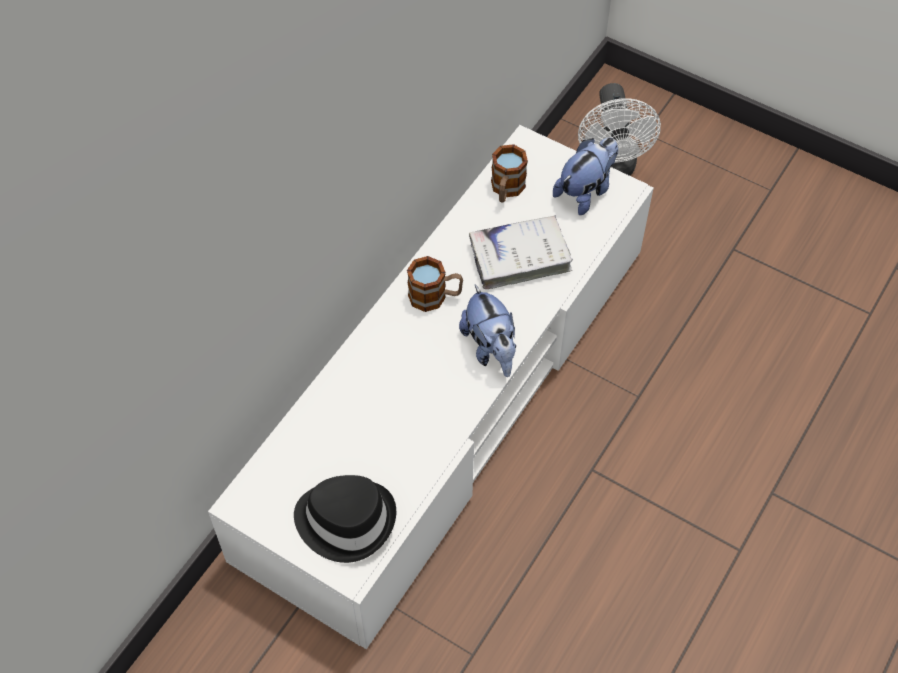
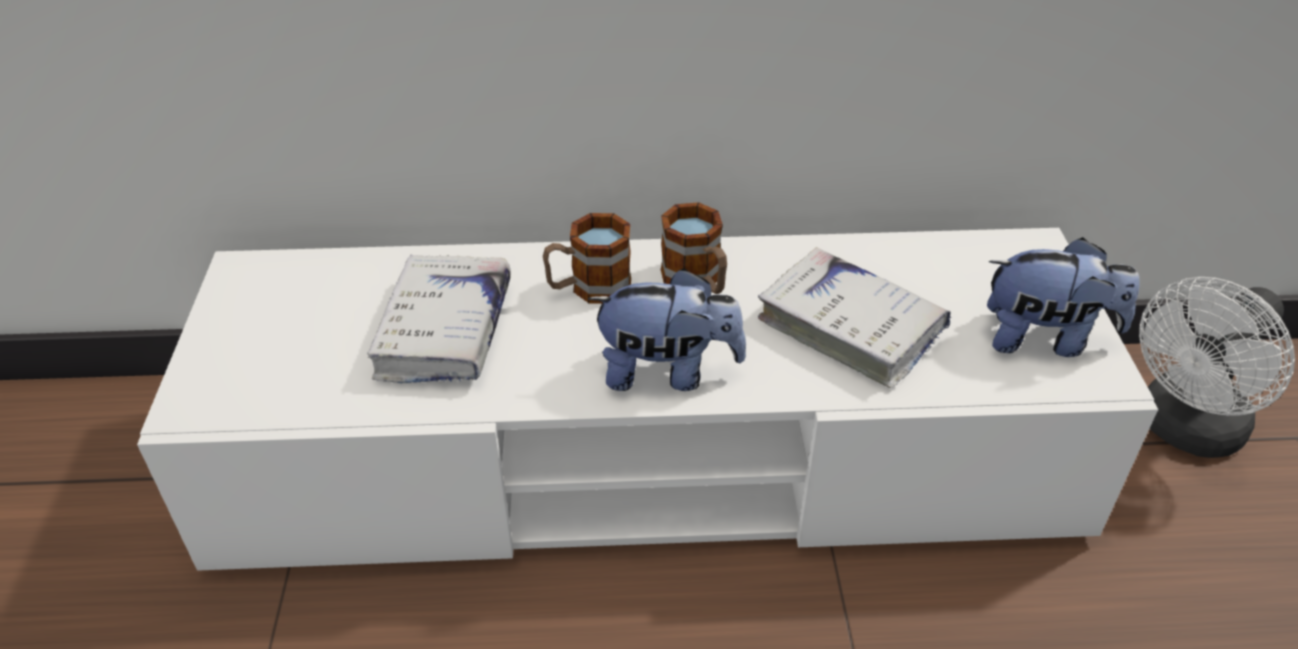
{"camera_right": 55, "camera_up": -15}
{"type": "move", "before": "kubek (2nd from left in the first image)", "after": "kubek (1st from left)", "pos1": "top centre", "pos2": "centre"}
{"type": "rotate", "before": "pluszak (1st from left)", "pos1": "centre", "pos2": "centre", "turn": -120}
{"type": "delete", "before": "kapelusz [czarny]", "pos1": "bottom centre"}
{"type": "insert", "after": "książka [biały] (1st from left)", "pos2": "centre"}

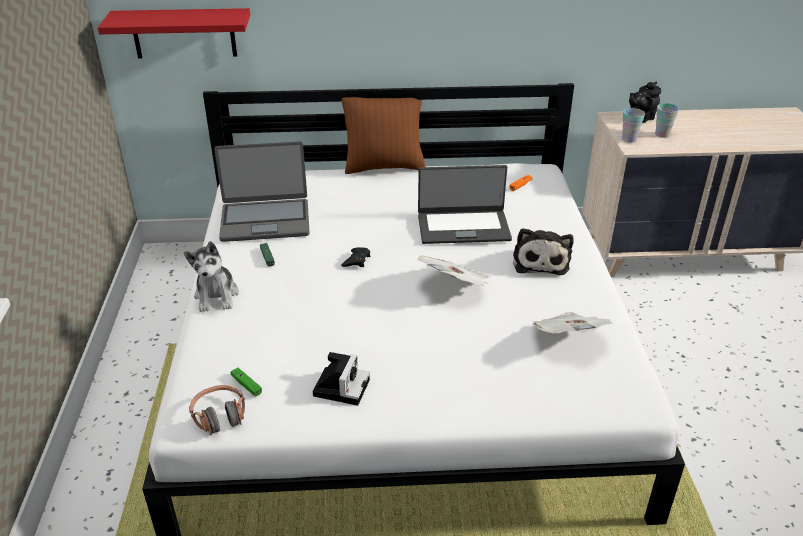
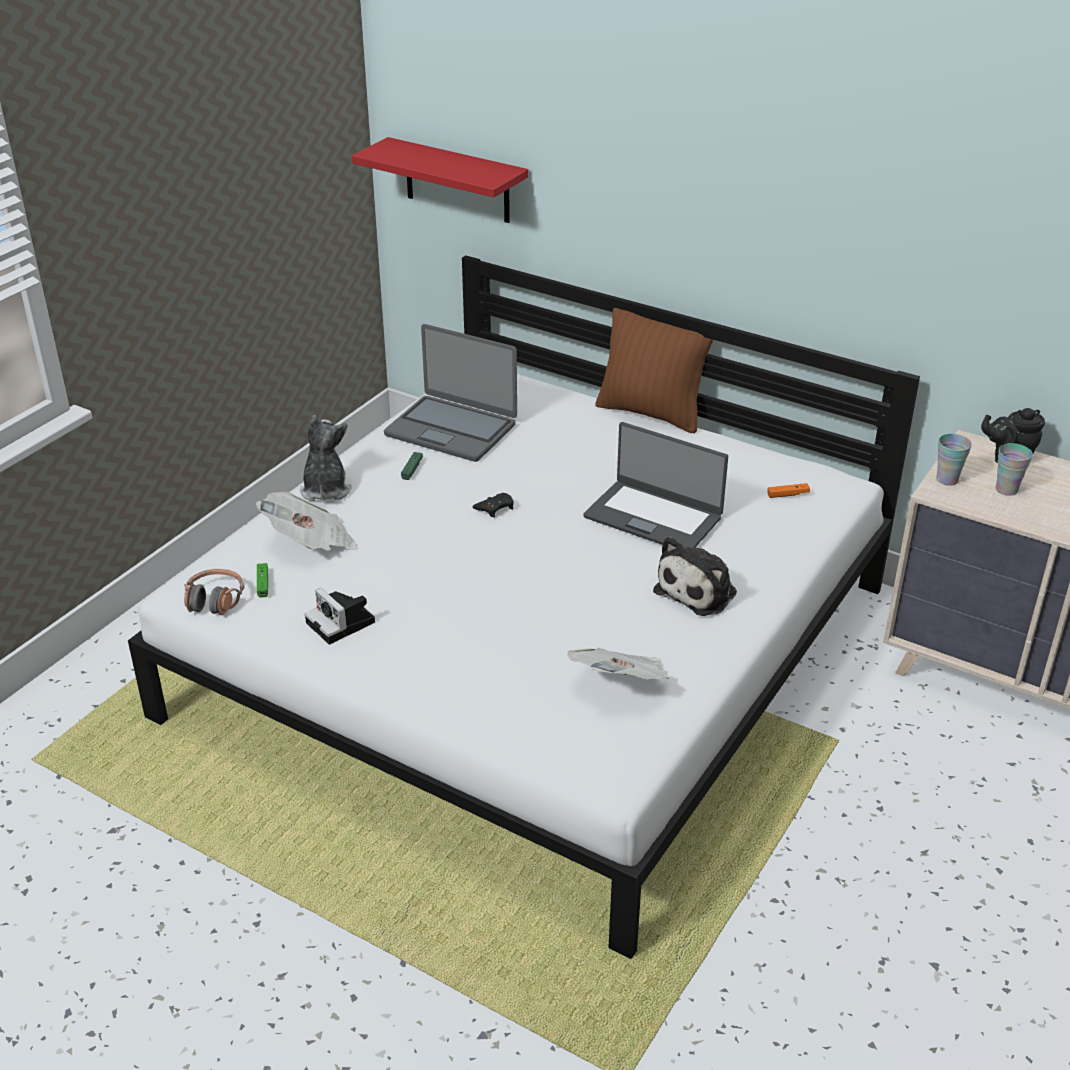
{"camera_right": 35, "camera_up": 0}
{"type": "rotate", "before": "pluszak (1st from left)", "pos1": "middle left", "pos2": "middle left", "turn": 150}
{"type": "move", "before": "gazeta (1st from left)", "pos1": "centre", "pos2": "middle left"}
{"type": "rotate", "before": "aparat fotograficzny", "pos1": "bottom centre", "pos2": "middle left", "turn": 90}

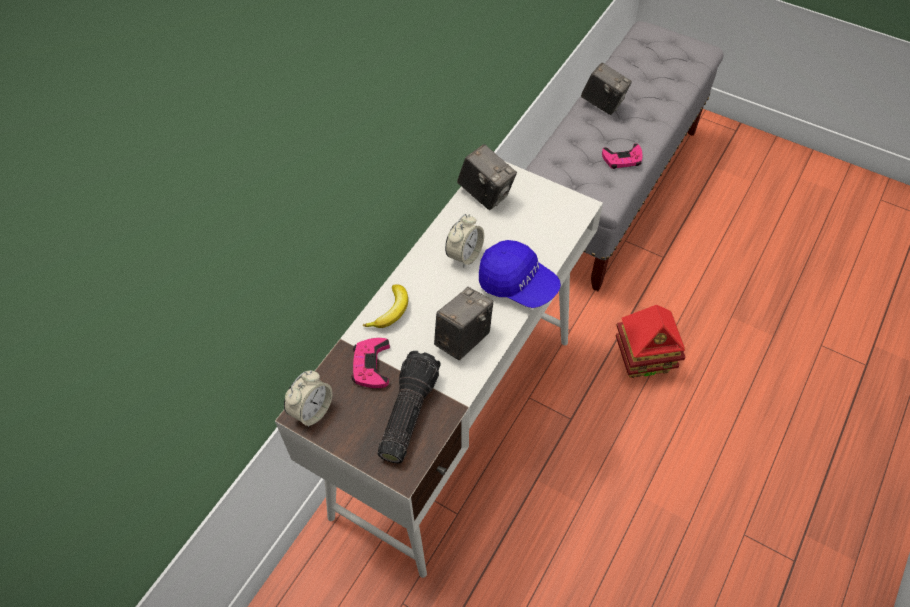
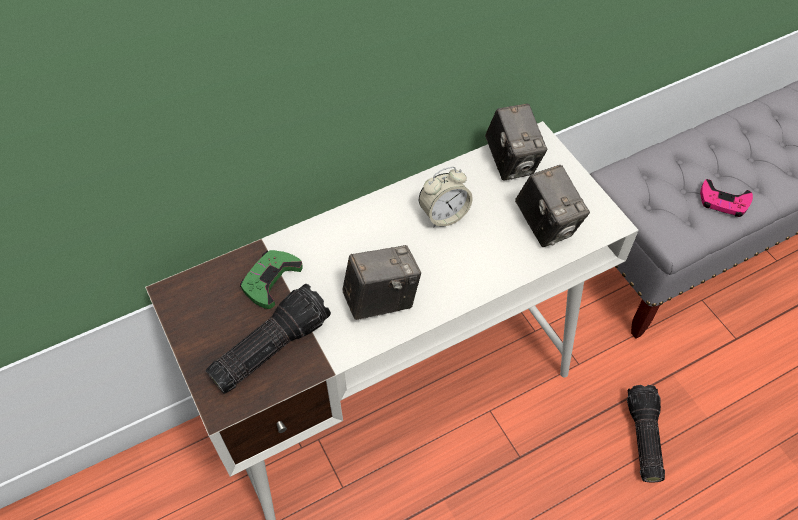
{"camera_right": 30, "camera_up": 0}
{"type": "move", "before": "aparat fotograficzny (3rd from left)", "pos1": "top centre", "pos2": "middle right"}
{"type": "delete", "before": "czapka z daszkiem [niebieski]", "pos1": "centre"}
{"type": "delete", "before": "banan", "pos1": "centre"}
{"type": "replace", "before": "domek", "after": "latarka (2nd from left)", "pos1": "middle right", "pos2": "bottom right"}
{"type": "recolor", "before": "pad do gier [różowy] (1st from left)", "after": "pad do gier [zielony]", "pos1": "centre", "pos2": "centre"}
{"type": "delete", "before": "budzik (1st from left)", "pos1": "centre"}

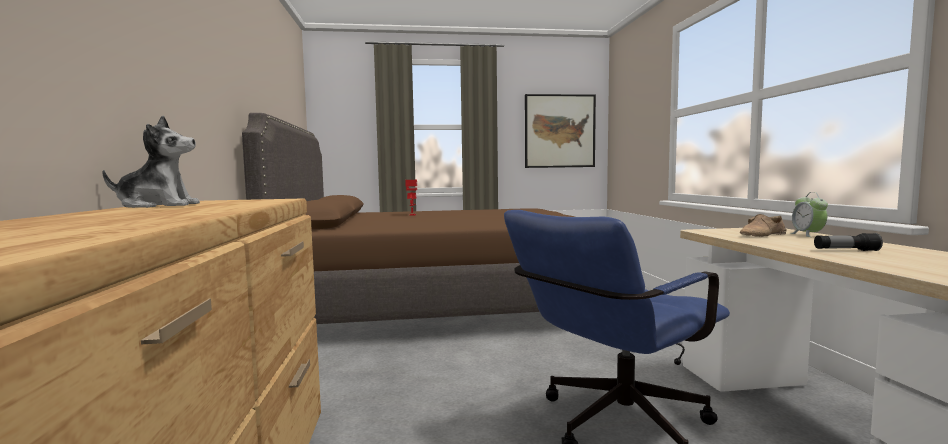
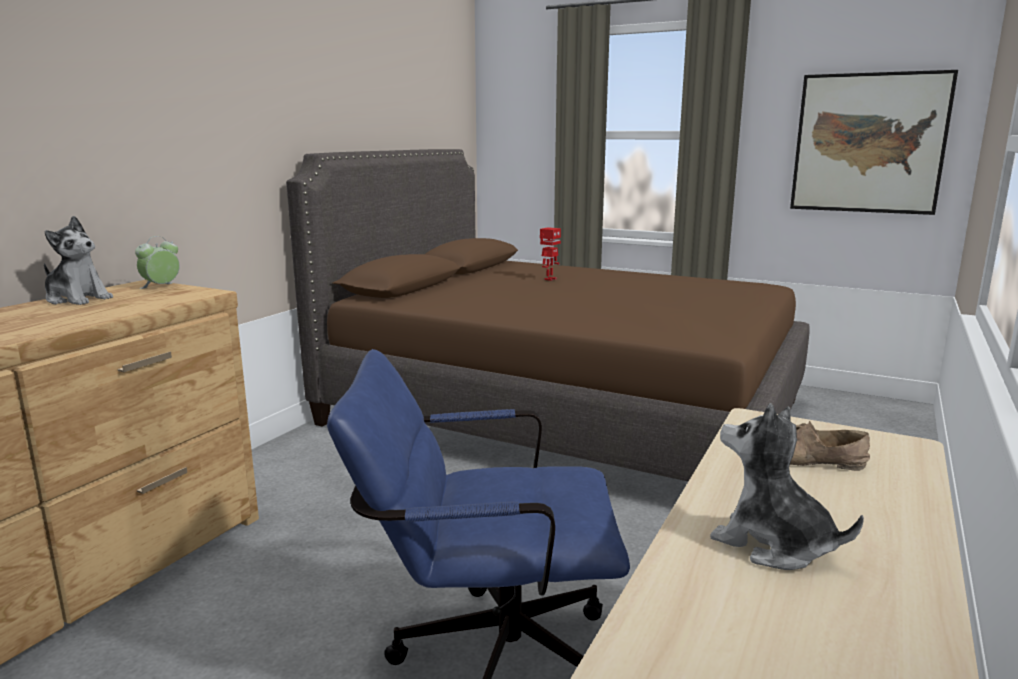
{"camera_right": 35, "camera_up": 10}
{"type": "move", "before": "budzik", "pos1": "middle right", "pos2": "middle left"}
{"type": "replace", "before": "latarka", "after": "pluszak (2nd from left)", "pos1": "middle right", "pos2": "bottom right"}

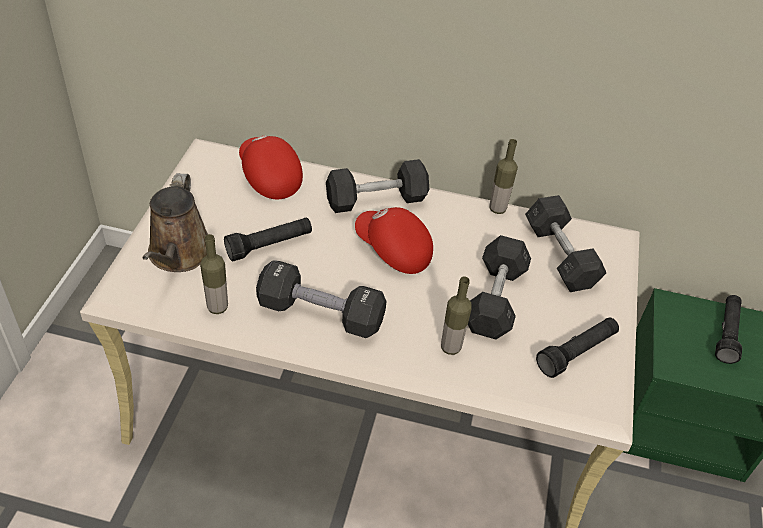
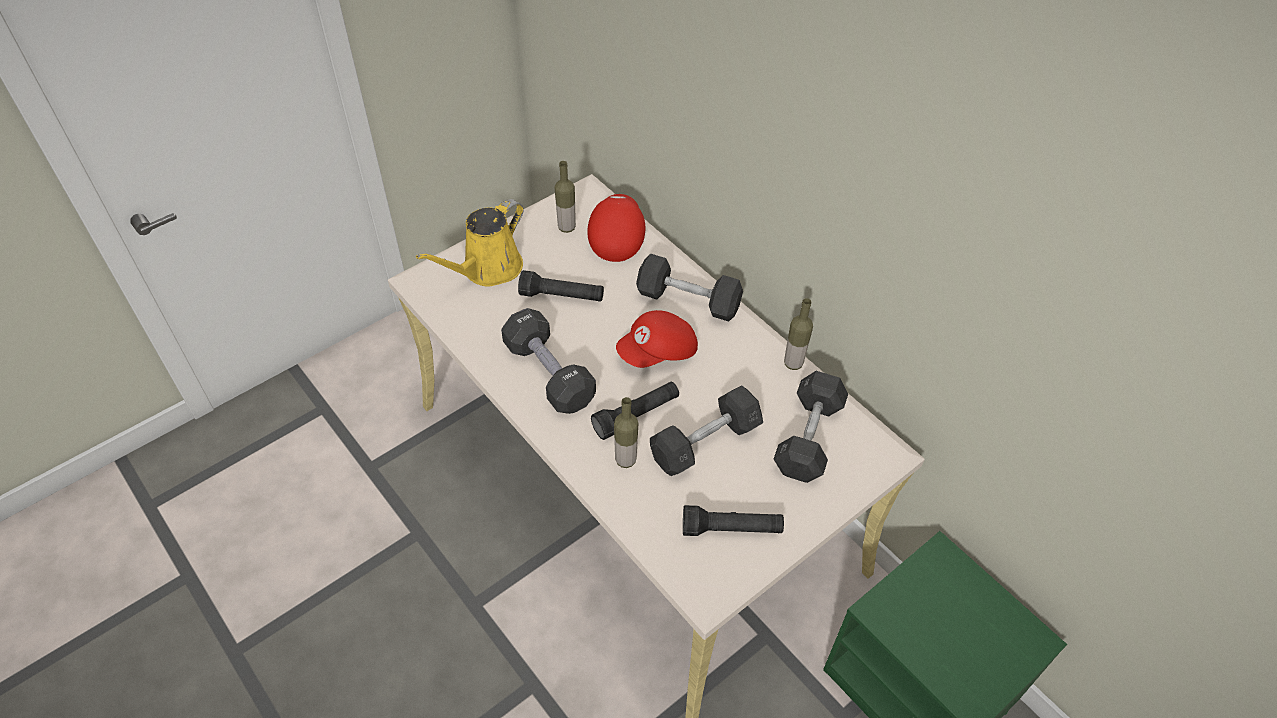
{"camera_right": 40, "camera_up": 5}
{"type": "recolor", "before": "konewka [brązowy]", "after": "konewka [żółty]", "pos1": "middle left", "pos2": "centre"}
{"type": "rotate", "before": "czapka z daszkiem [czerwony] (2nd from left)", "pos1": "centre", "pos2": "centre", "turn": -105}
{"type": "move", "before": "butelka (1st from left)", "pos1": "middle left", "pos2": "top centre"}
{"type": "move", "before": "latarka [czarny] (3rd from left in the first image)", "after": "latarka [czarny] (2nd from left)", "pos1": "middle right", "pos2": "centre"}

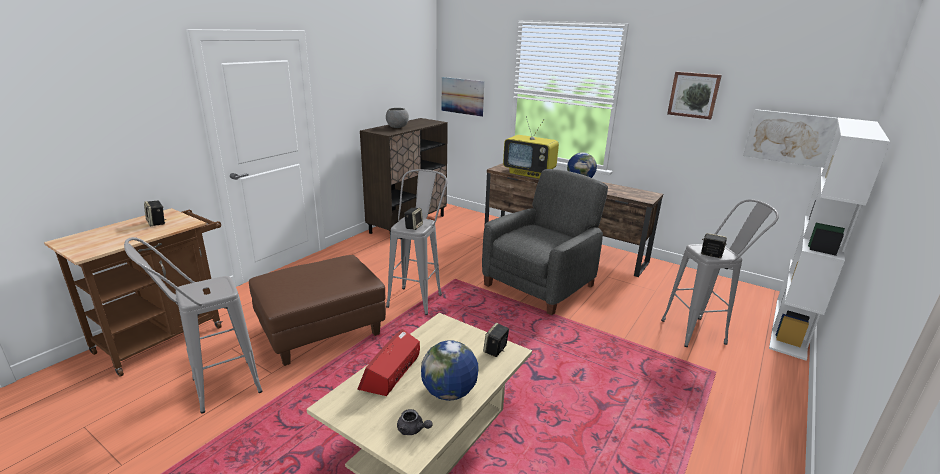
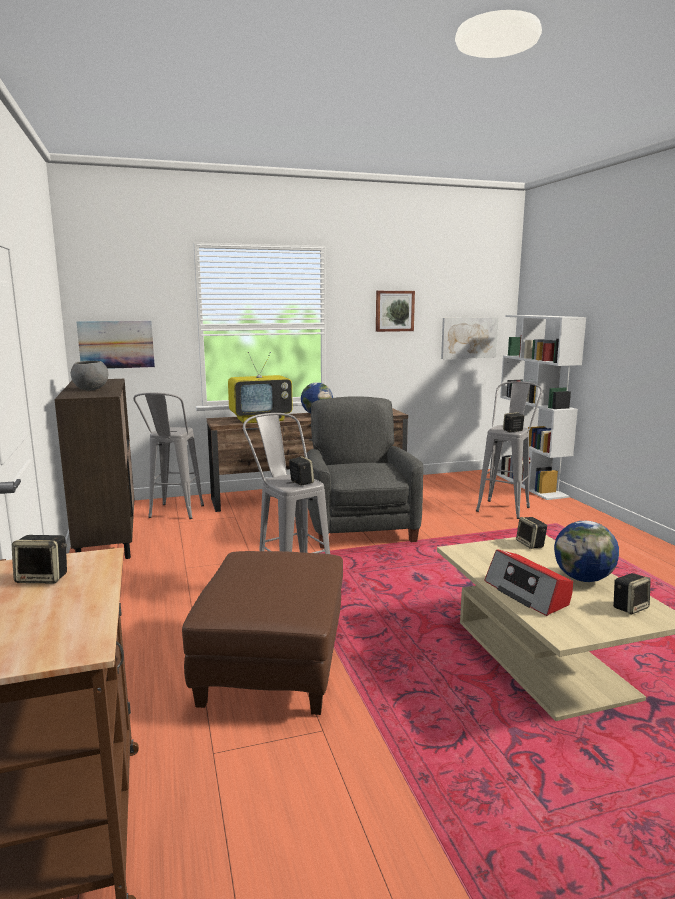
{"camera_right": -50, "camera_up": -10}
{"type": "move", "before": "stołek [szary] (1st from left)", "pos1": "bottom left", "pos2": "middle left"}
{"type": "replace", "before": "imbryk [szary]", "after": "głośnik (5th from left)", "pos1": "bottom centre", "pos2": "middle right"}

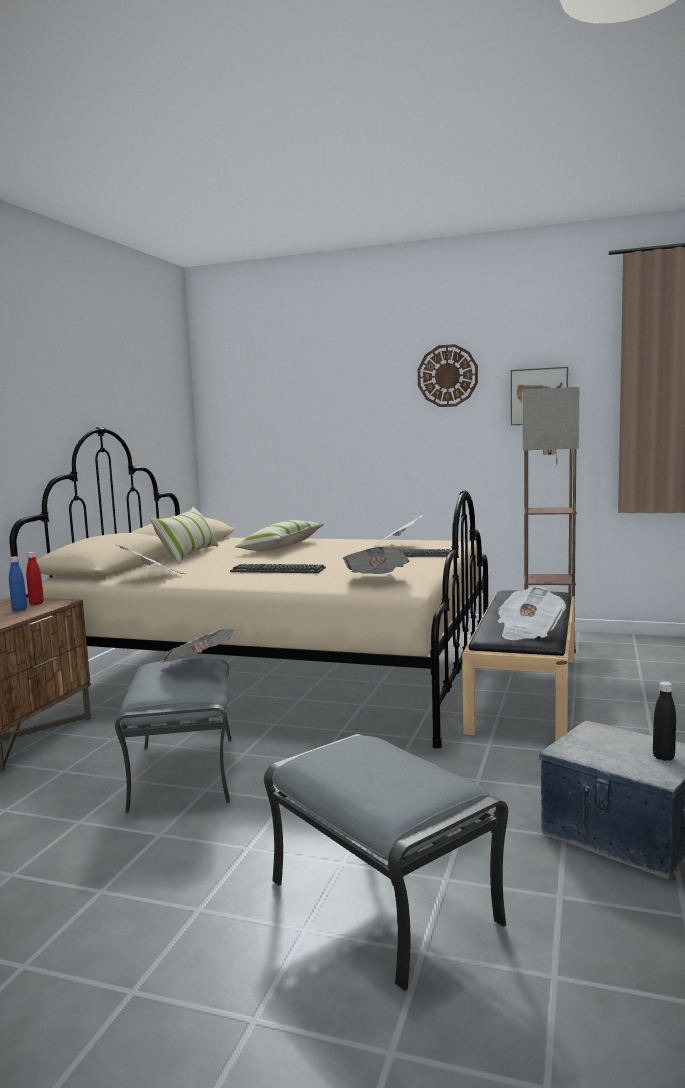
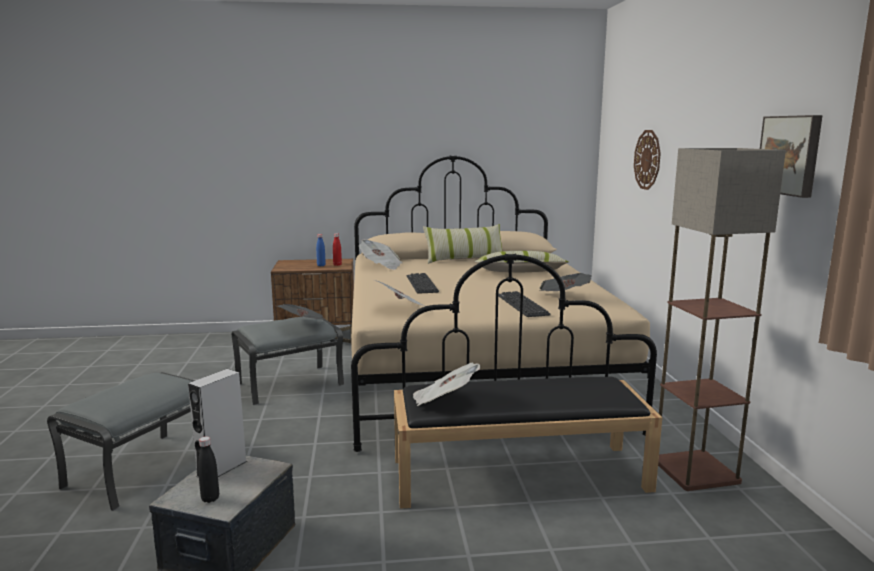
{"camera_right": 65, "camera_up": 5}
{"type": "move", "before": "zegar ścienny", "pos1": "centre", "pos2": "top right"}
{"type": "insert", "after": "głośnik [szary]", "pos2": "bottom left"}

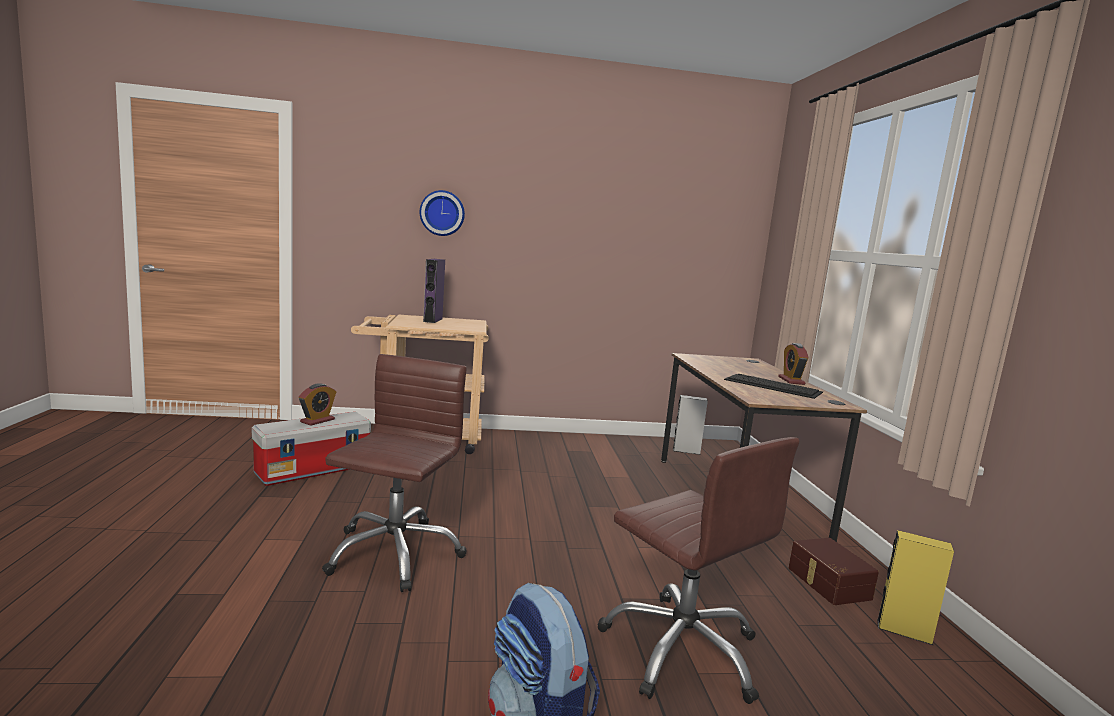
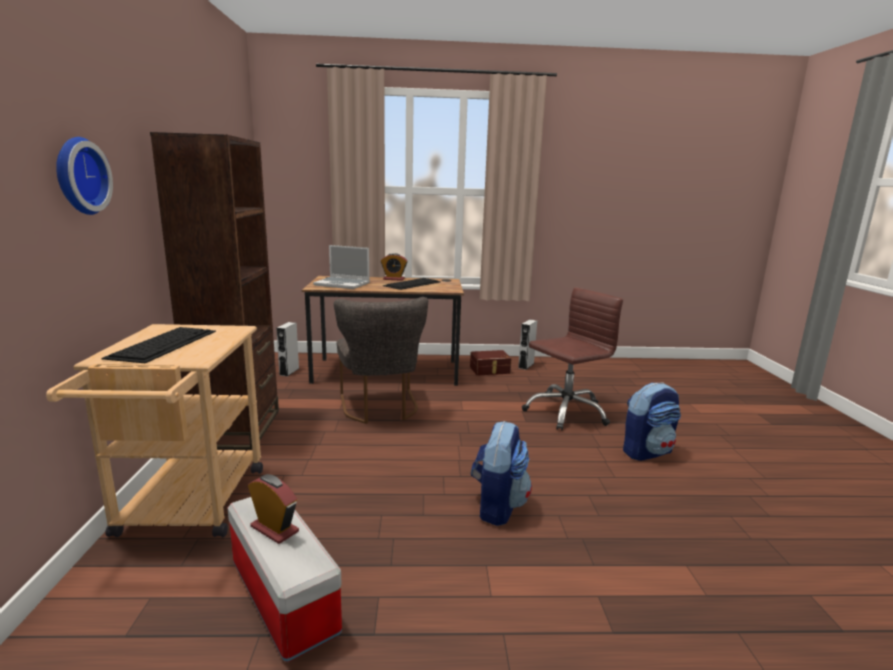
{"camera_right": -85, "camera_up": 5}
{"type": "replace", "before": "głośnik [fioletowy]", "after": "klawiatura (1st from left)", "pos1": "centre", "pos2": "middle left"}
{"type": "replace", "before": "krzesło biurowe [brązowy] (1st from left)", "after": "plecak (1st from left)", "pos1": "centre", "pos2": "bottom centre"}
{"type": "recolor", "before": "głośnik [żółty]", "after": "głośnik [szary] (2nd from left)", "pos1": "bottom right", "pos2": "centre"}
{"type": "insert", "after": "regał [brązowy]", "pos2": "middle left"}
{"type": "insert", "after": "laptop", "pos2": "centre"}
{"type": "insert", "after": "krzesło [szary]", "pos2": "centre"}

